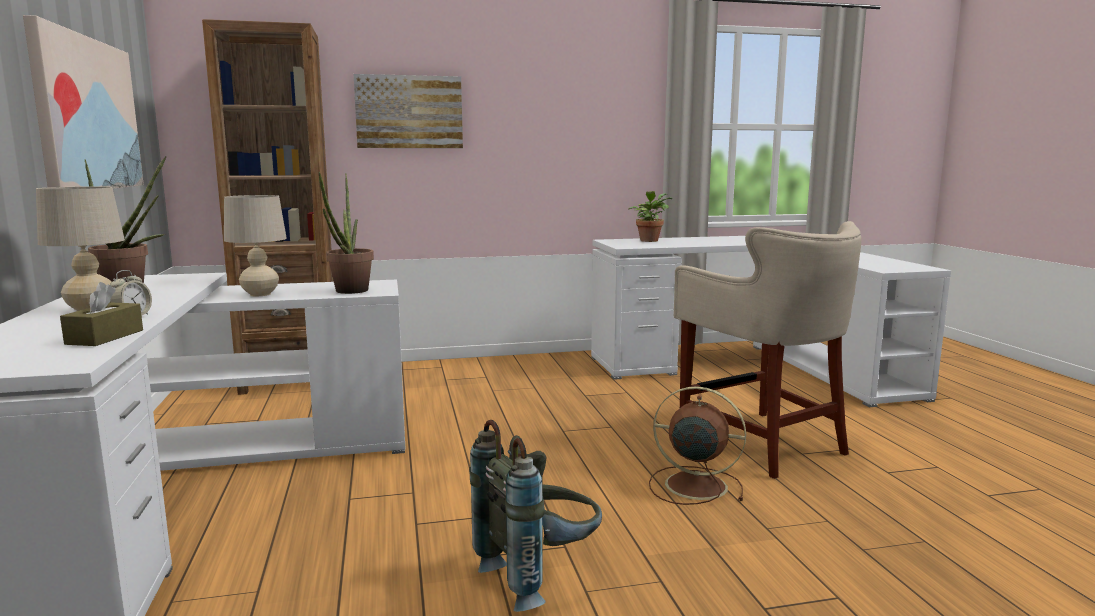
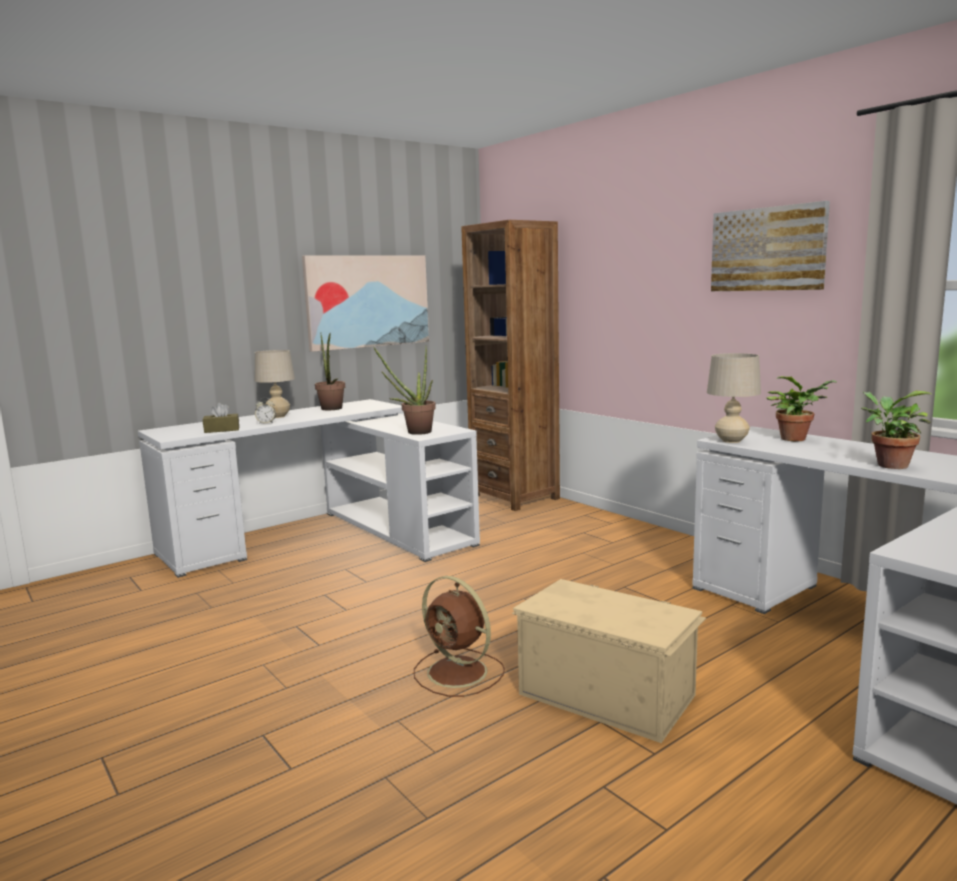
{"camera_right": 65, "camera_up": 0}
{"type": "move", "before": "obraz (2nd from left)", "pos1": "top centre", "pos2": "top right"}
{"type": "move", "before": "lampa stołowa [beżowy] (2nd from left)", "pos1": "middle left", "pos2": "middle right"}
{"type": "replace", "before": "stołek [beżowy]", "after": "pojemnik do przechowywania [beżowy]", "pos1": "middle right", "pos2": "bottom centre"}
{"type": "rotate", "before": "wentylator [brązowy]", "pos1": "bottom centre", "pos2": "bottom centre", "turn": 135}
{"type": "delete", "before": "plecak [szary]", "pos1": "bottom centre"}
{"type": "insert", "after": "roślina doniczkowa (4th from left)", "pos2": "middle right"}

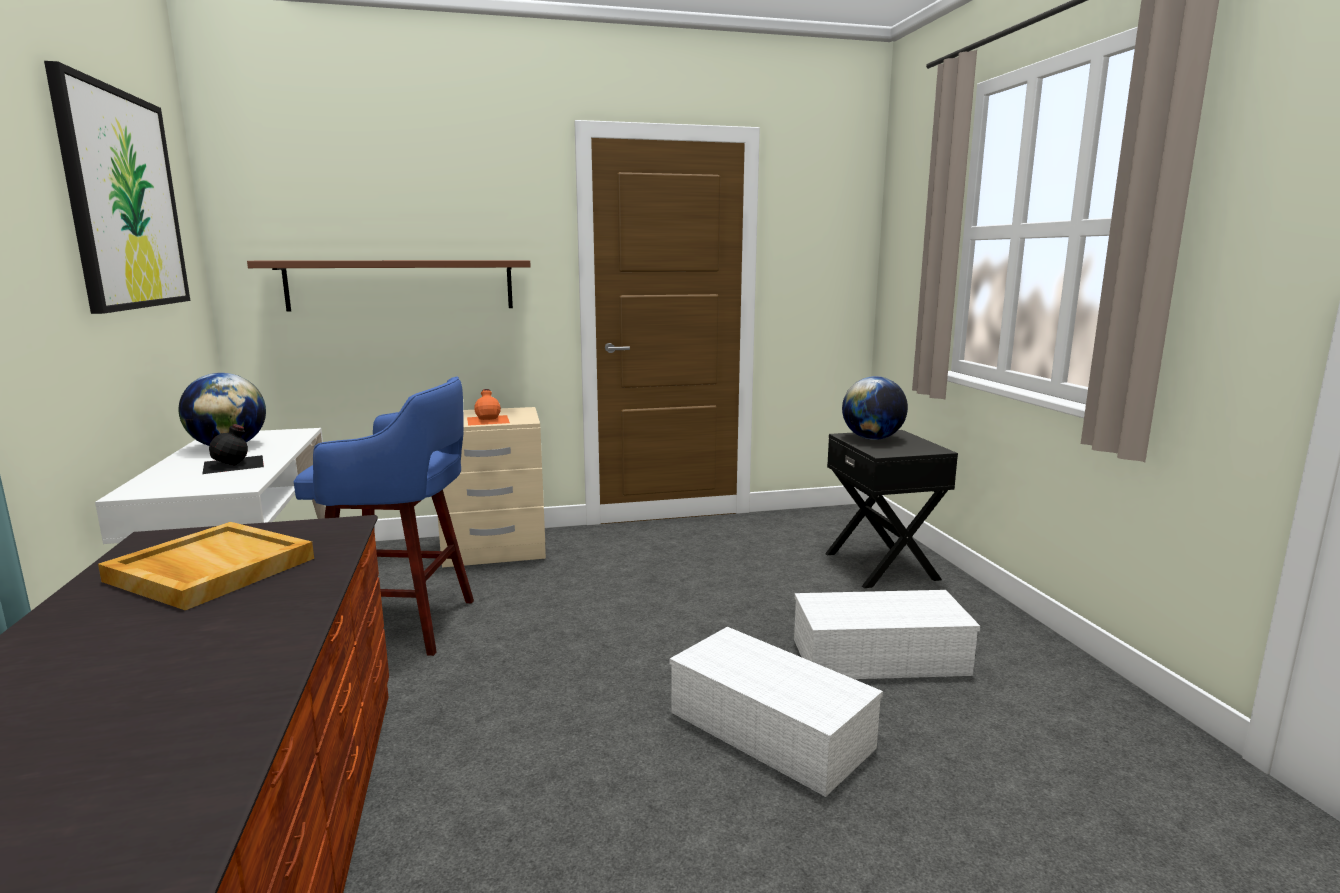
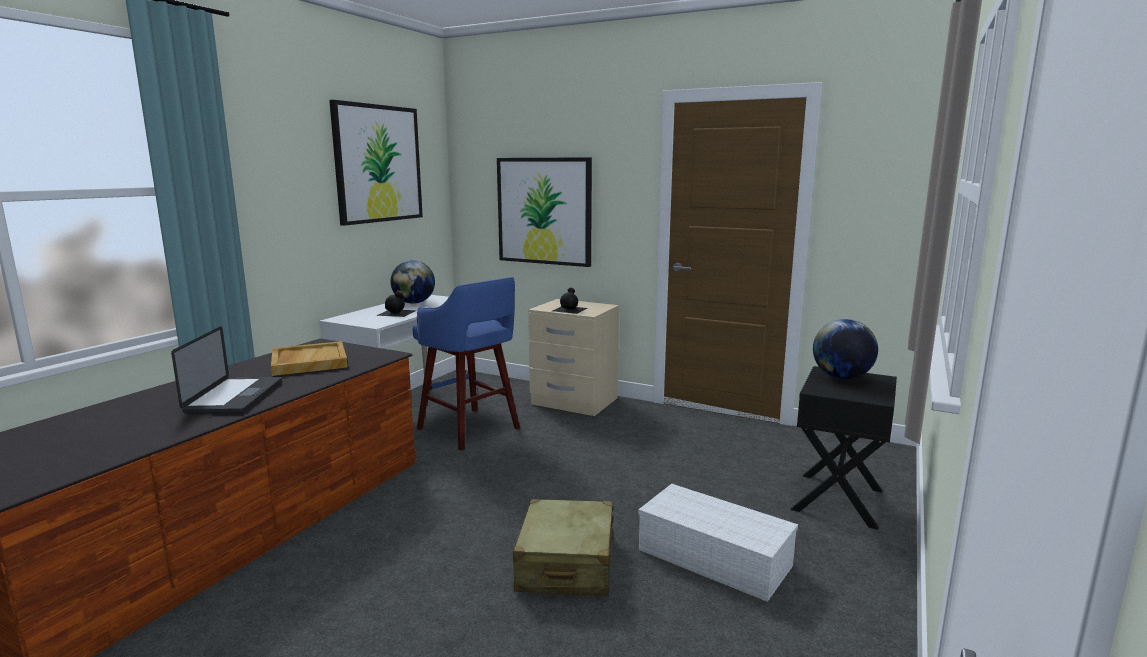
{"camera_right": 40, "camera_up": 0}
{"type": "replace", "before": "półka [brązowy]", "after": "obraz (2nd from left)", "pos1": "top left", "pos2": "top centre"}
{"type": "recolor", "before": "butelka [pomarańczowy]", "after": "butelka [czarny] (2nd from left)", "pos1": "centre", "pos2": "centre"}
{"type": "replace", "before": "pojemnik do przechowywania [biały] (1st from left)", "after": "walizka [beżowy]", "pos1": "bottom centre", "pos2": "bottom centre"}
{"type": "insert", "after": "laptop", "pos2": "middle left"}

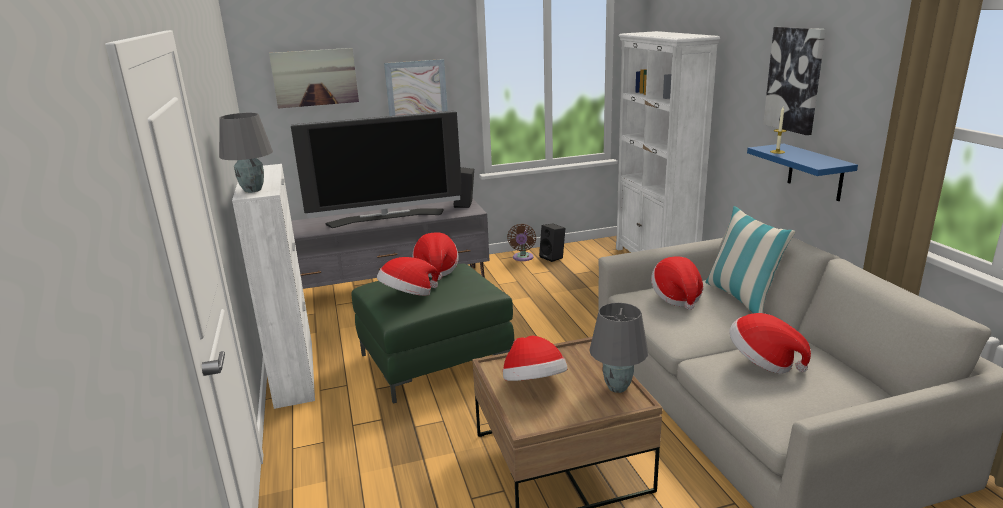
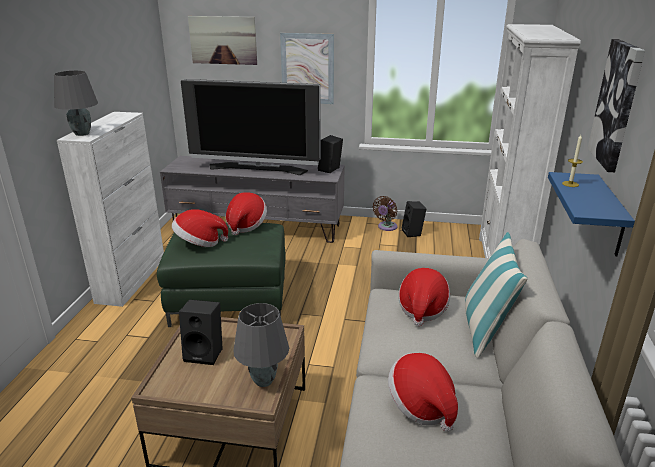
{"camera_right": 25, "camera_up": 5}
{"type": "replace", "before": "kapelusz (3rd from left)", "after": "głośnik [czarny] (1st from left)", "pos1": "bottom centre", "pos2": "bottom left"}

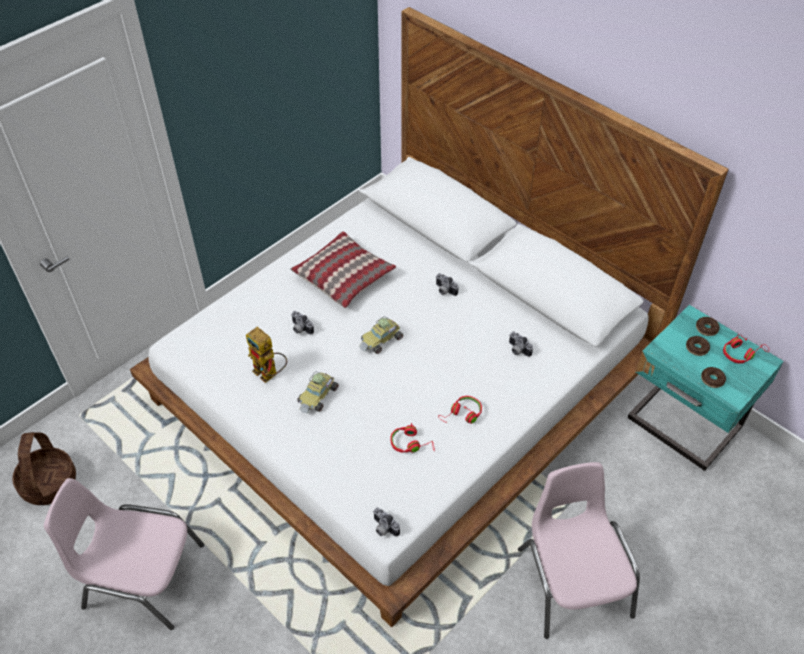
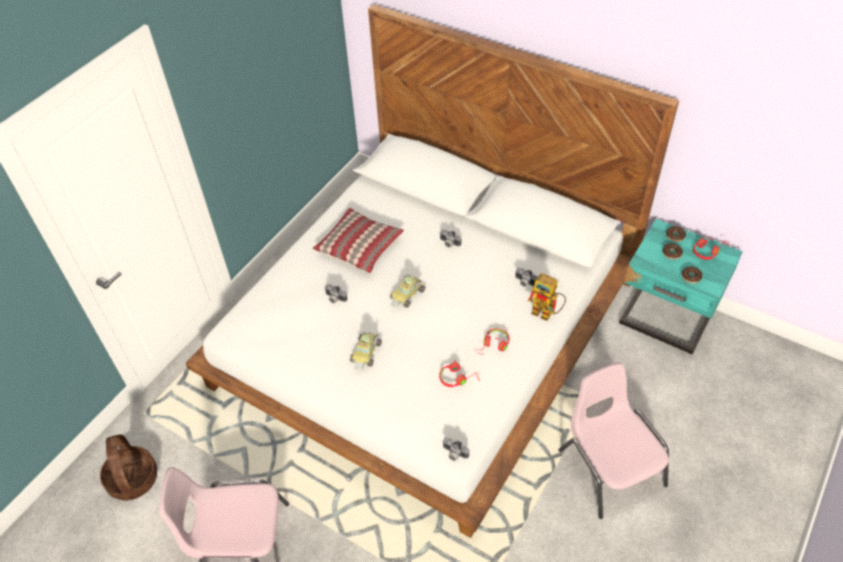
{"camera_right": -10, "camera_up": 0}
{"type": "move", "before": "robot zabawkowy", "pos1": "middle left", "pos2": "centre"}

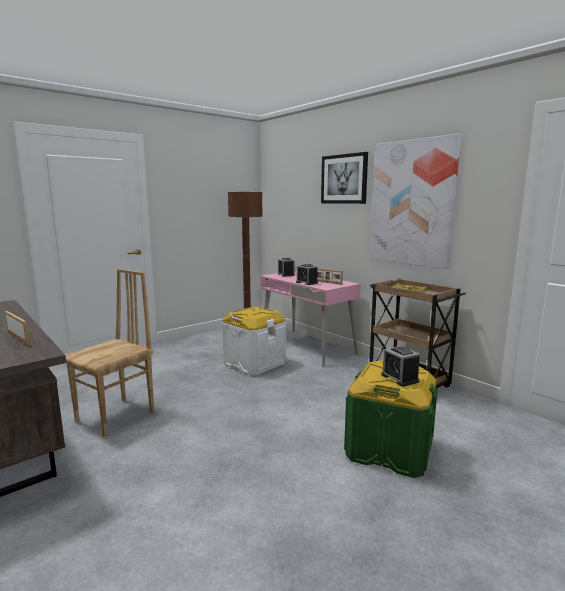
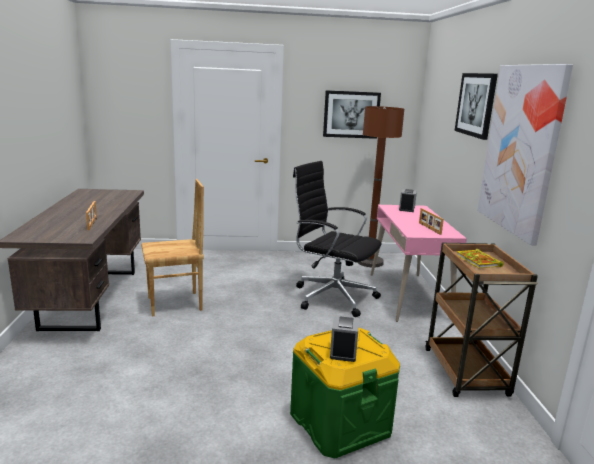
{"camera_right": 35, "camera_up": 5}
{"type": "delete", "before": "budzik (2nd from left)", "pos1": "centre"}
{"type": "replace", "before": "pojemnik do przechowywania [biały]", "after": "krzesło biurowe [czarny]", "pos1": "centre", "pos2": "centre"}
{"type": "insert", "after": "obraz (1st from left)", "pos2": "top centre"}

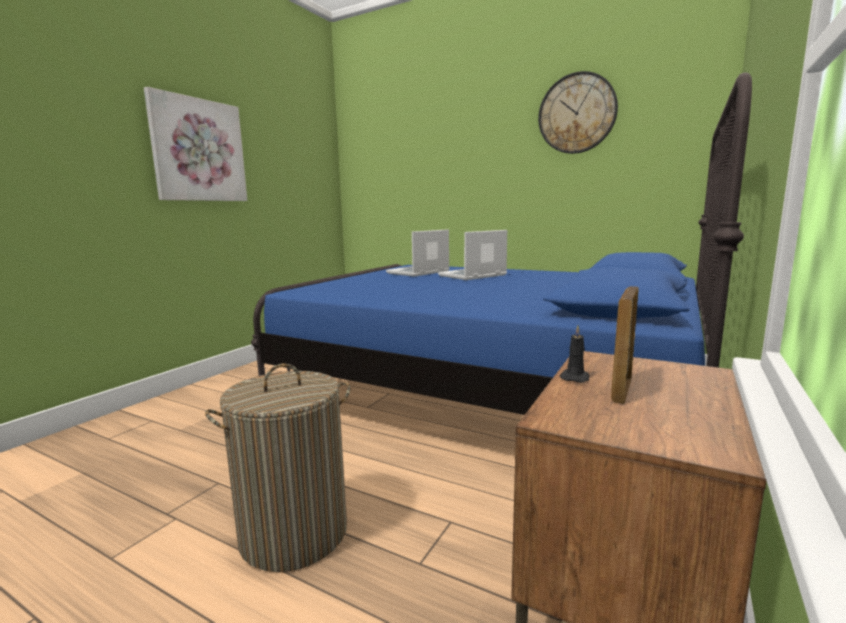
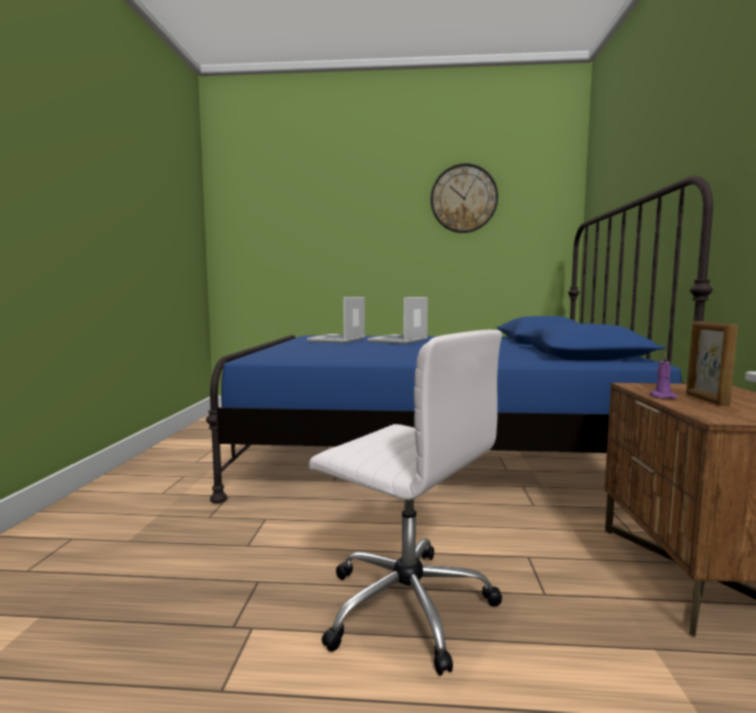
{"camera_right": -25, "camera_up": -5}
{"type": "delete", "before": "obraz", "pos1": "top left"}
{"type": "recolor", "before": "świeca [czarny]", "after": "świeca [fioletowy]", "pos1": "middle right", "pos2": "middle right"}
{"type": "replace", "before": "kosz na pranie", "after": "krzesło biurowe [biały]", "pos1": "bottom left", "pos2": "bottom centre"}

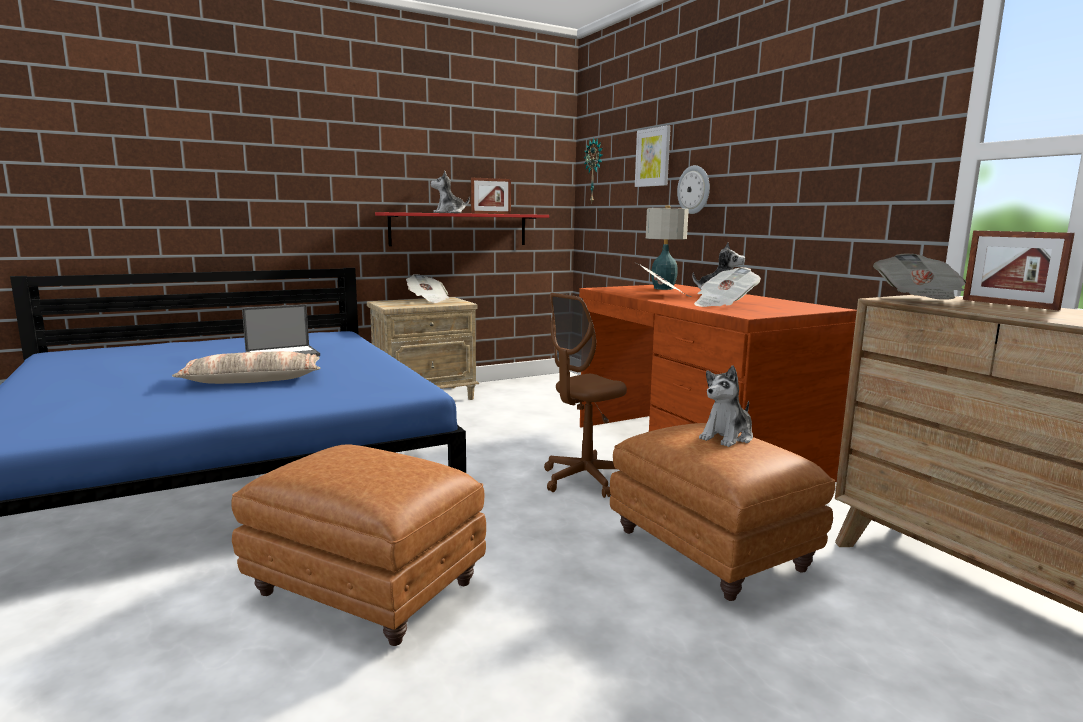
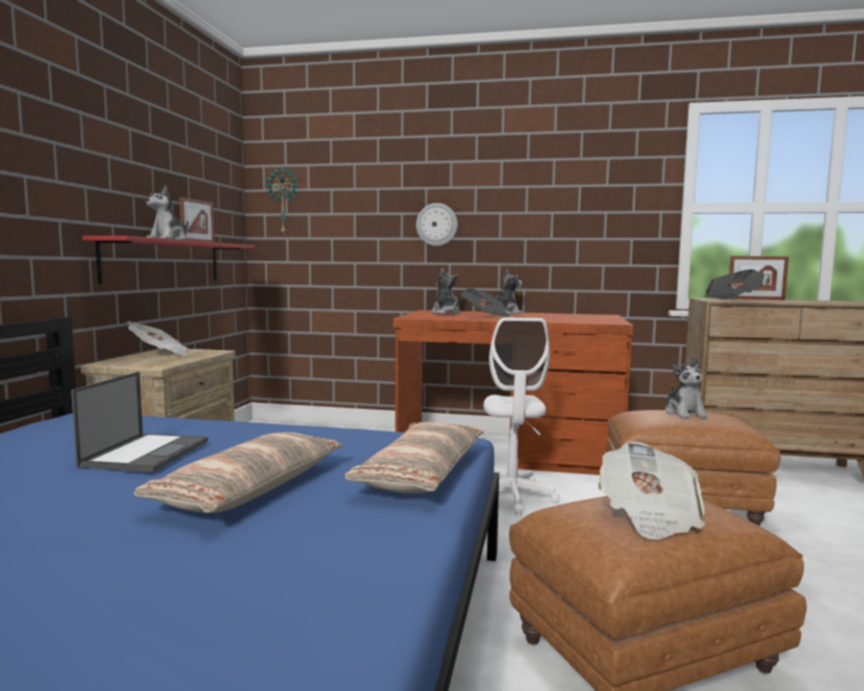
{"camera_right": -50, "camera_up": -5}
{"type": "delete", "before": "obraz", "pos1": "top centre"}
{"type": "replace", "before": "lampa stołowa", "after": "pluszak (2nd from left)", "pos1": "centre", "pos2": "centre"}
{"type": "move", "before": "gazeta (3rd from left)", "pos1": "middle right", "pos2": "bottom right"}
{"type": "recolor", "before": "krzesło biurowe [brązowy]", "after": "krzesło biurowe [biały]", "pos1": "centre", "pos2": "centre"}
{"type": "insert", "after": "poduszka (2nd from left)", "pos2": "centre"}

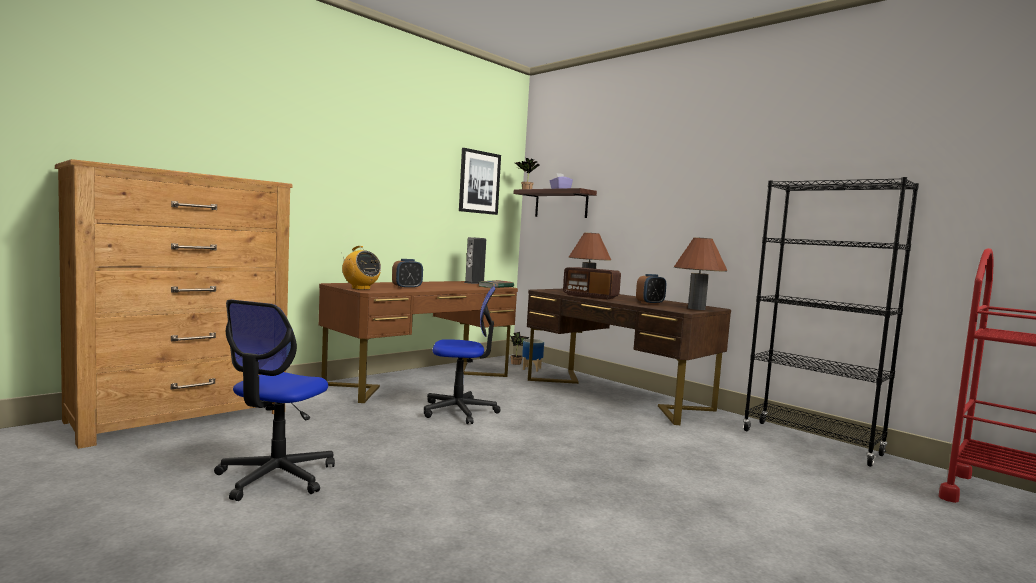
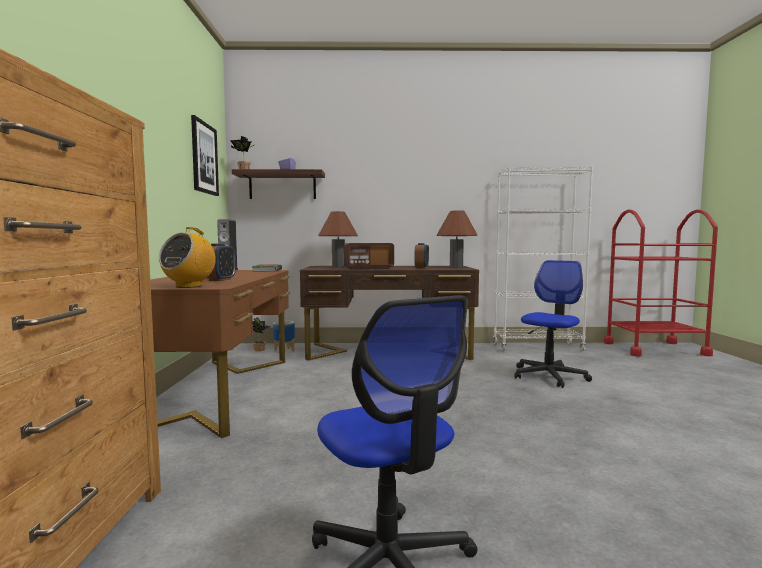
{"camera_right": -45, "camera_up": 0}
{"type": "recolor", "before": "regał [czarny]", "after": "regał [biały]", "pos1": "middle right", "pos2": "middle right"}
{"type": "rotate", "before": "radio (1st from left)", "pos1": "centre", "pos2": "middle left", "turn": 120}
{"type": "move", "before": "krzesło biurowe (2nd from left)", "pos1": "centre", "pos2": "middle right"}

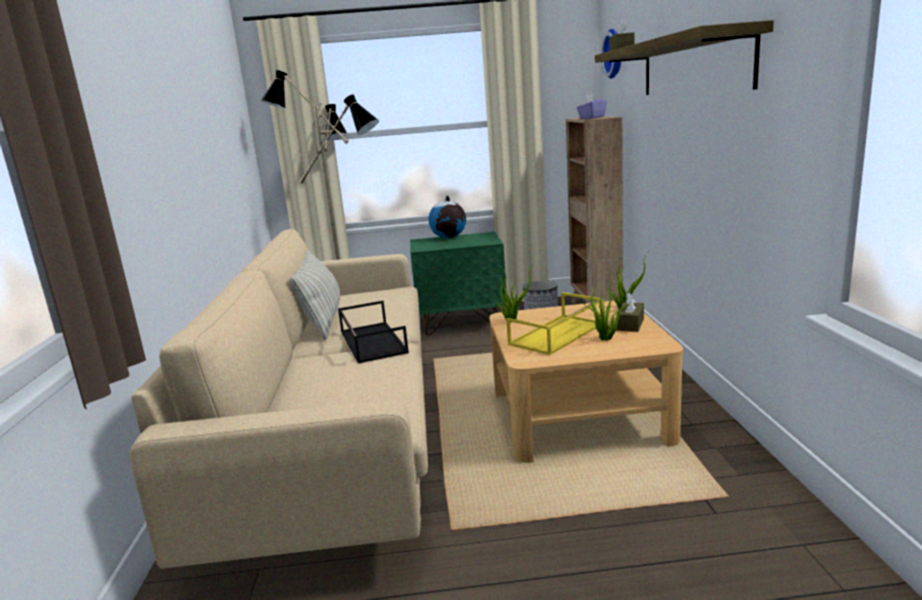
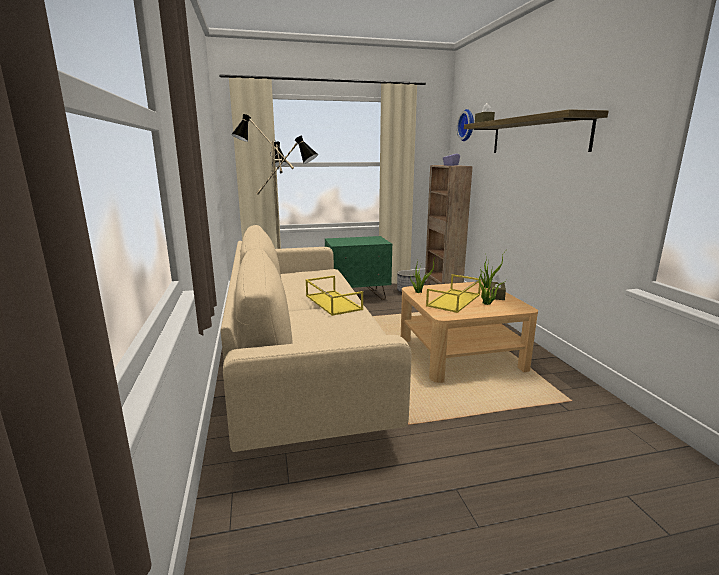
{"camera_right": -10, "camera_up": 0}
{"type": "delete", "before": "globus", "pos1": "centre"}
{"type": "delete", "before": "poduszka", "pos1": "centre"}
{"type": "recolor", "before": "taca [czarny]", "after": "taca [żółty] (1st from left)", "pos1": "centre", "pos2": "centre"}

